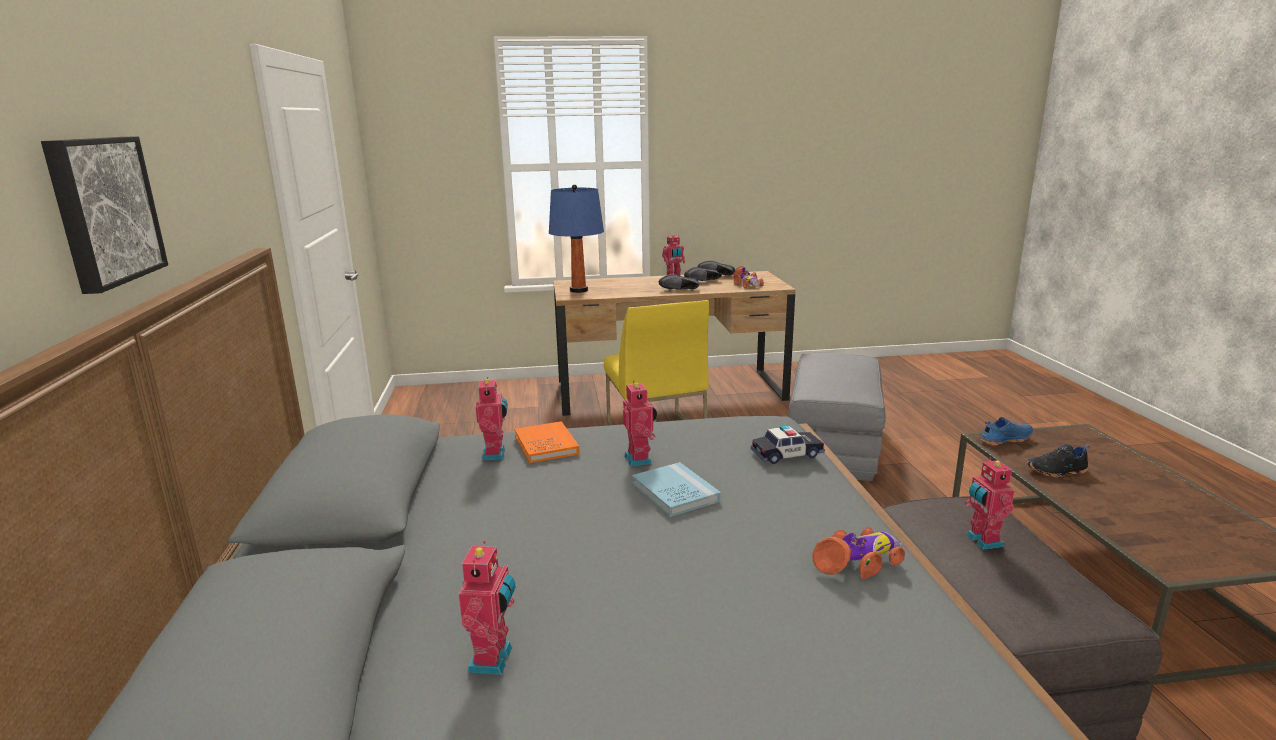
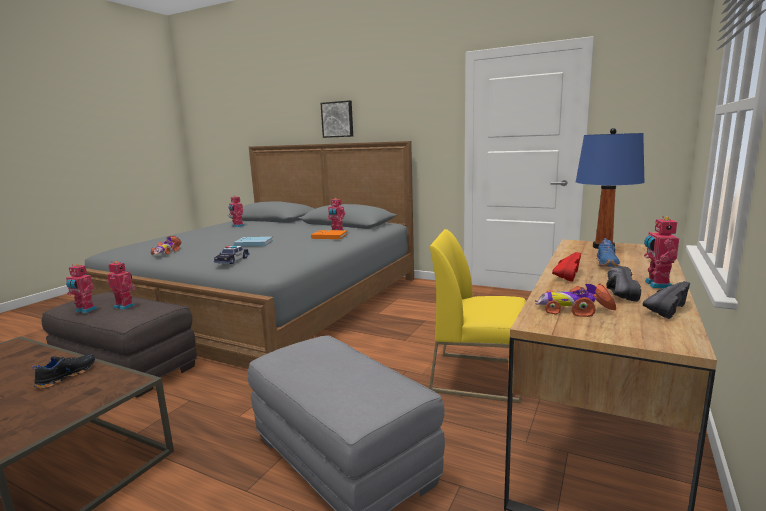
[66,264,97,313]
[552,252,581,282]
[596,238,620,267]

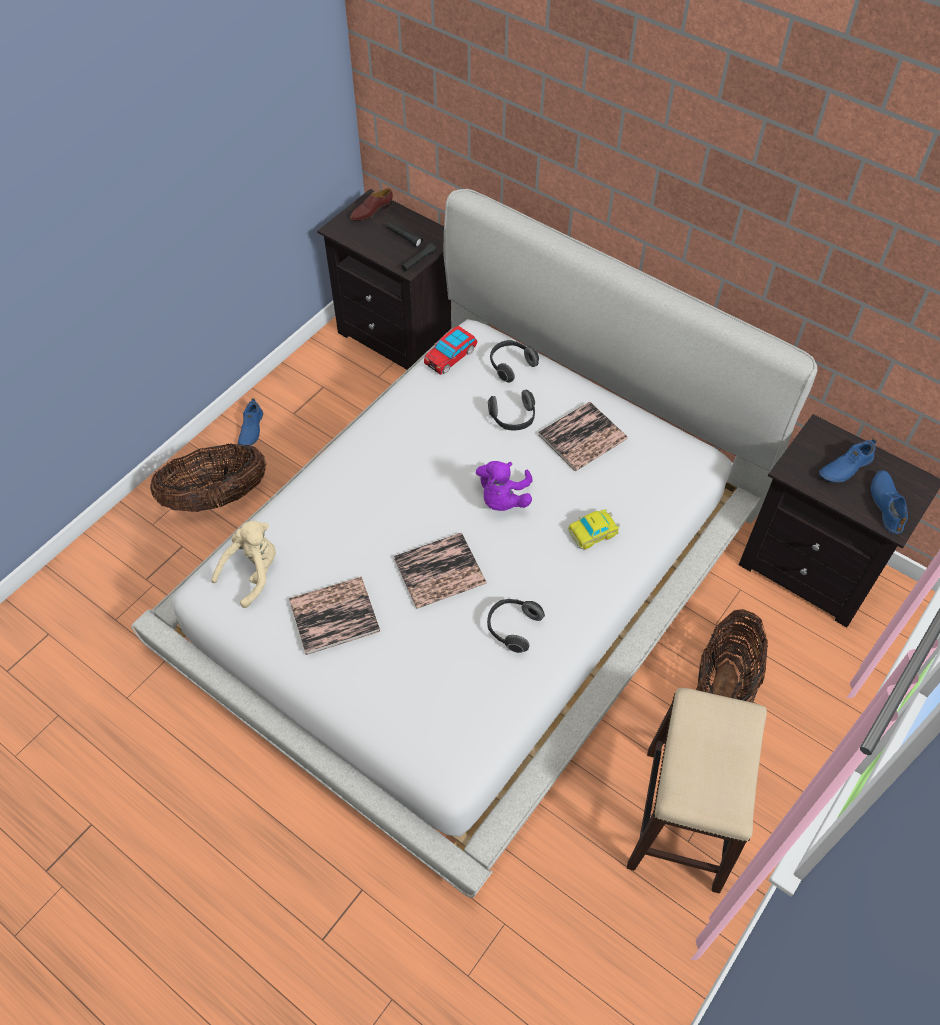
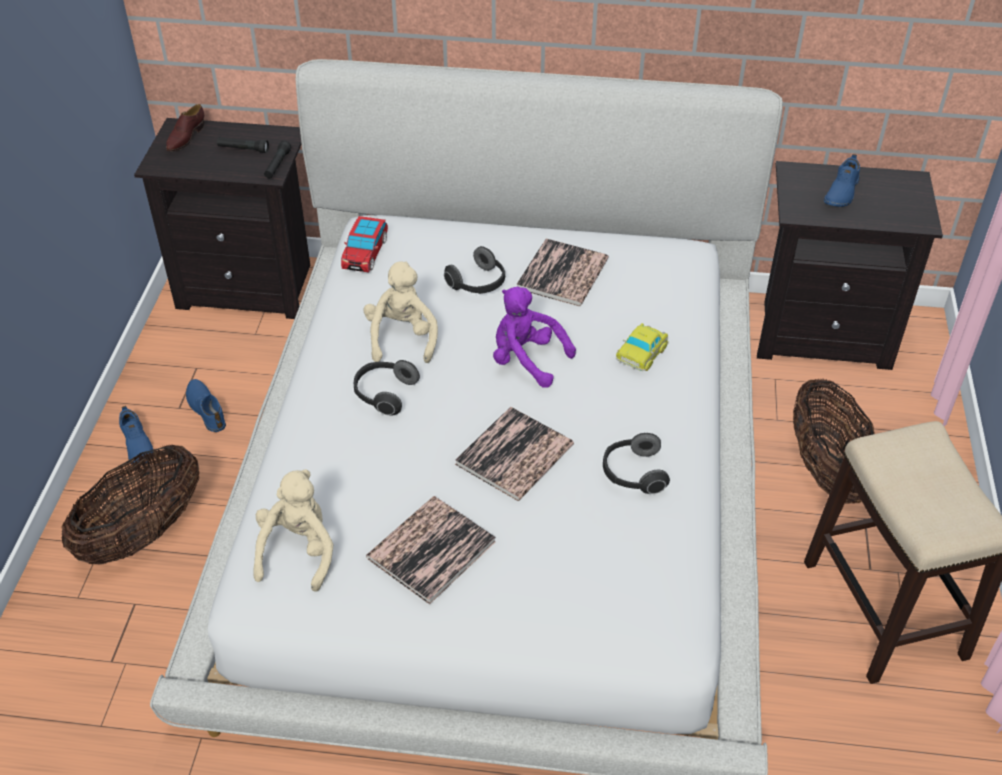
[186,379,226,432]
[354,360,420,415]
[363,261,438,363]
[493,286,576,388]

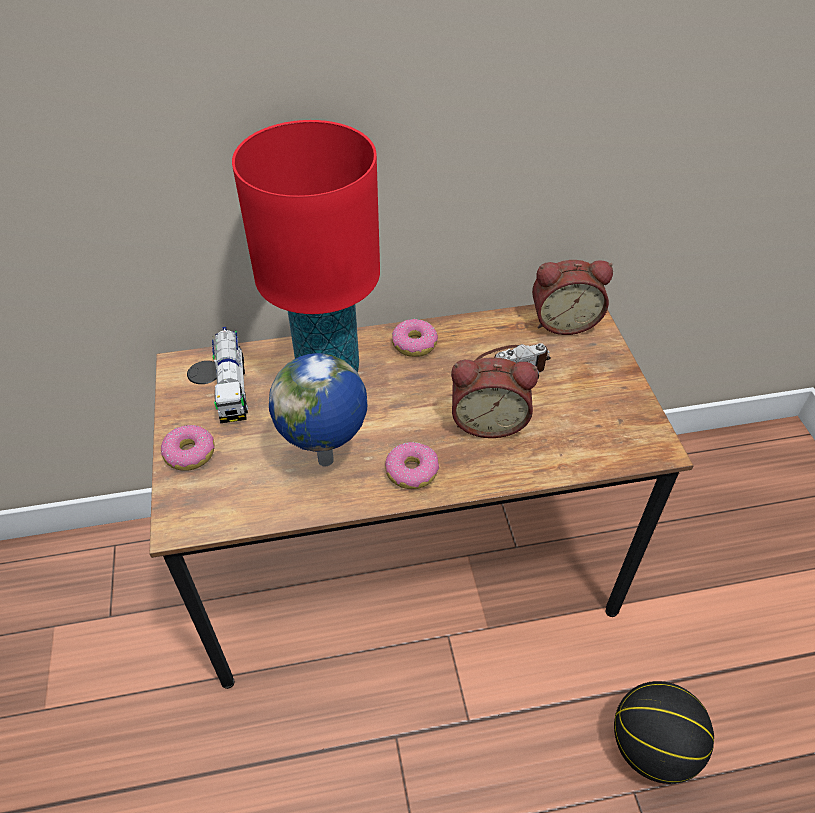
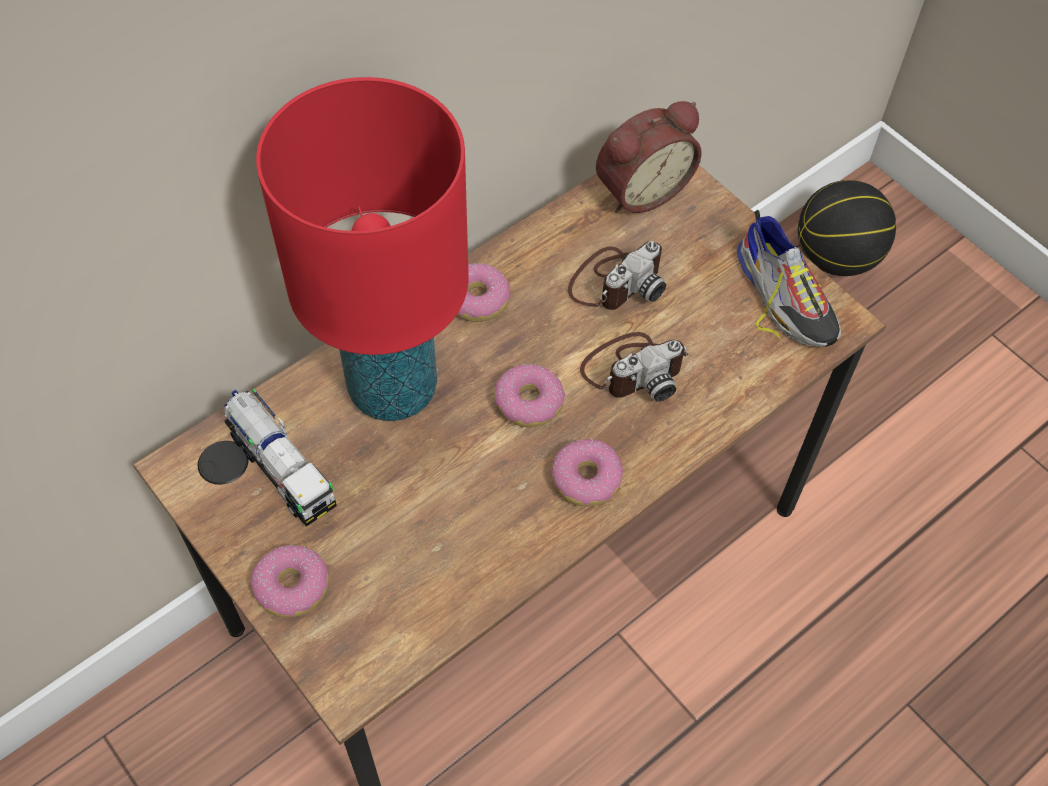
[494,363,565,428]
[580,332,688,402]
[737,210,841,347]
[798,180,896,276]
[269,353,367,466] (first image)

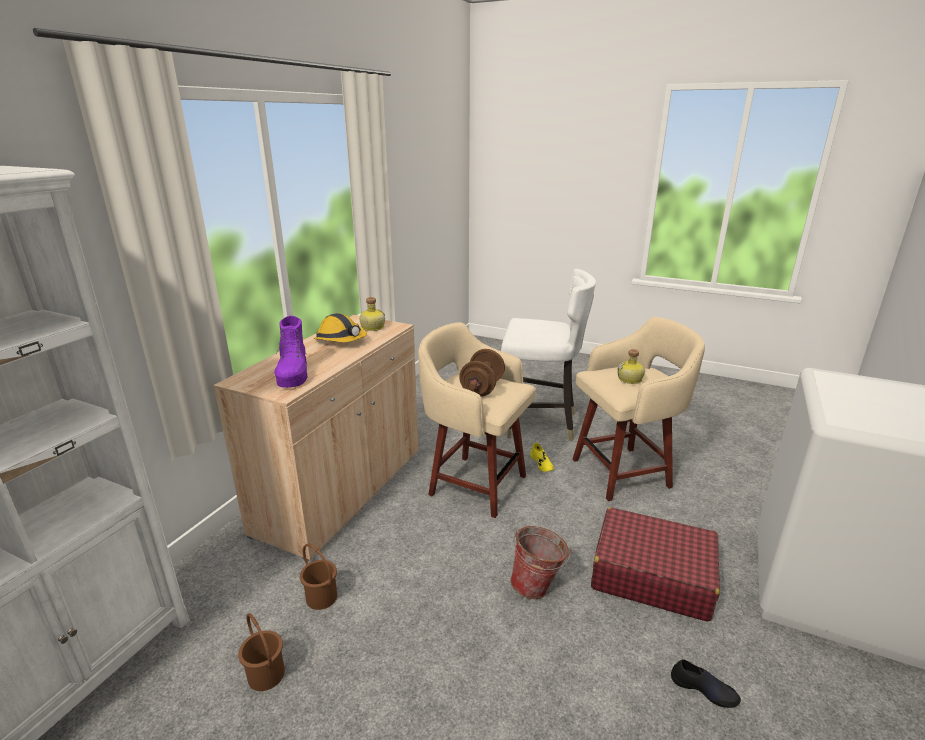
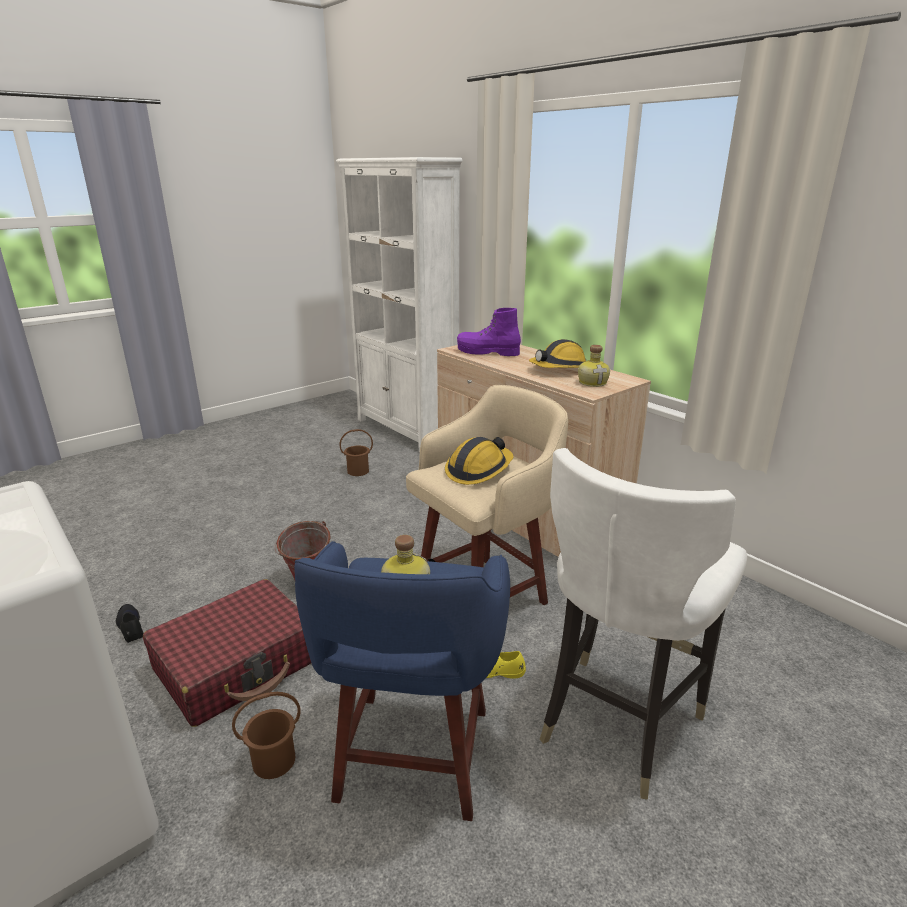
[116,604,143,643]
[232,692,300,779]
[294,541,510,821]
[445,437,514,485]

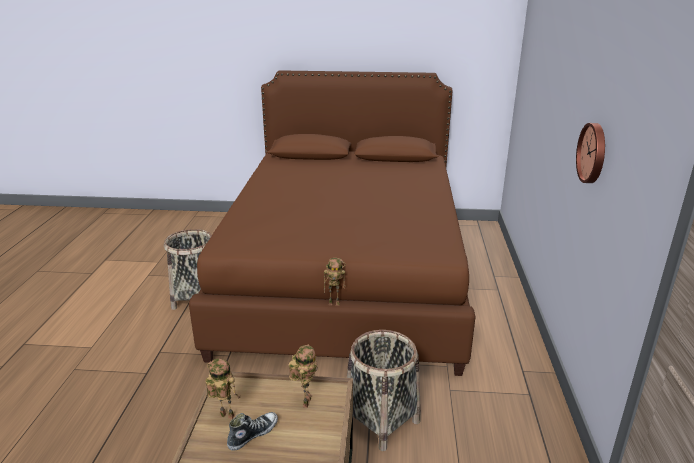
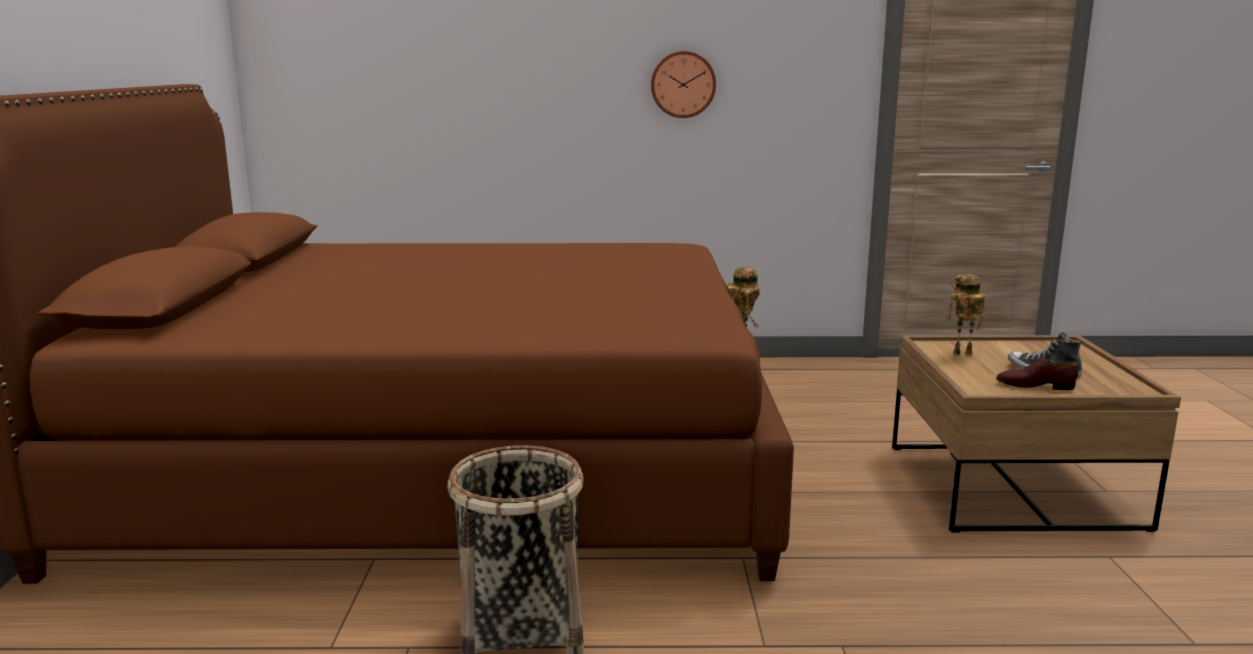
[996,358,1078,390]
[347,330,421,451] (first image)

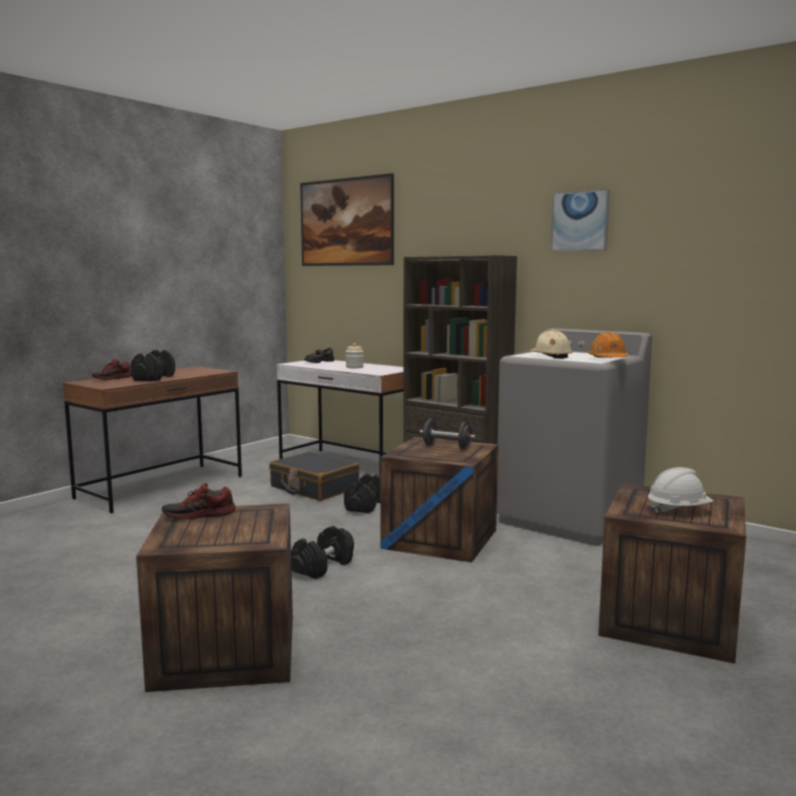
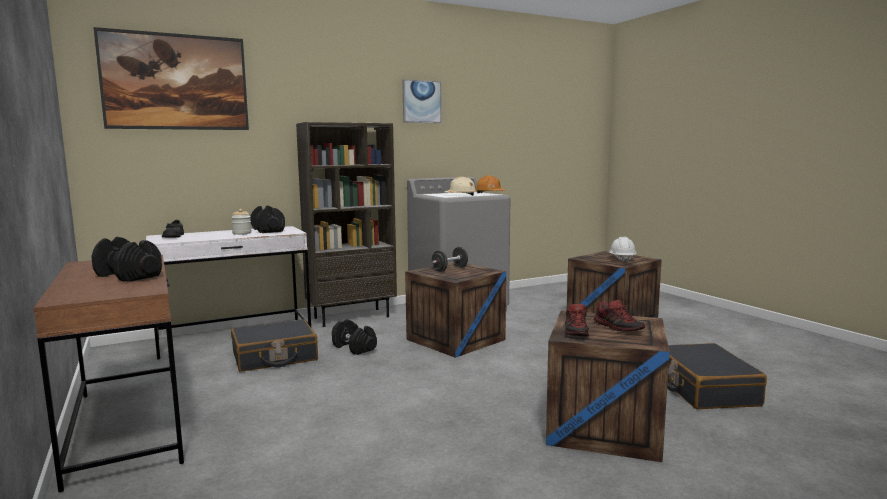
[250,206,285,233]
[594,300,645,332]
[667,343,767,409]

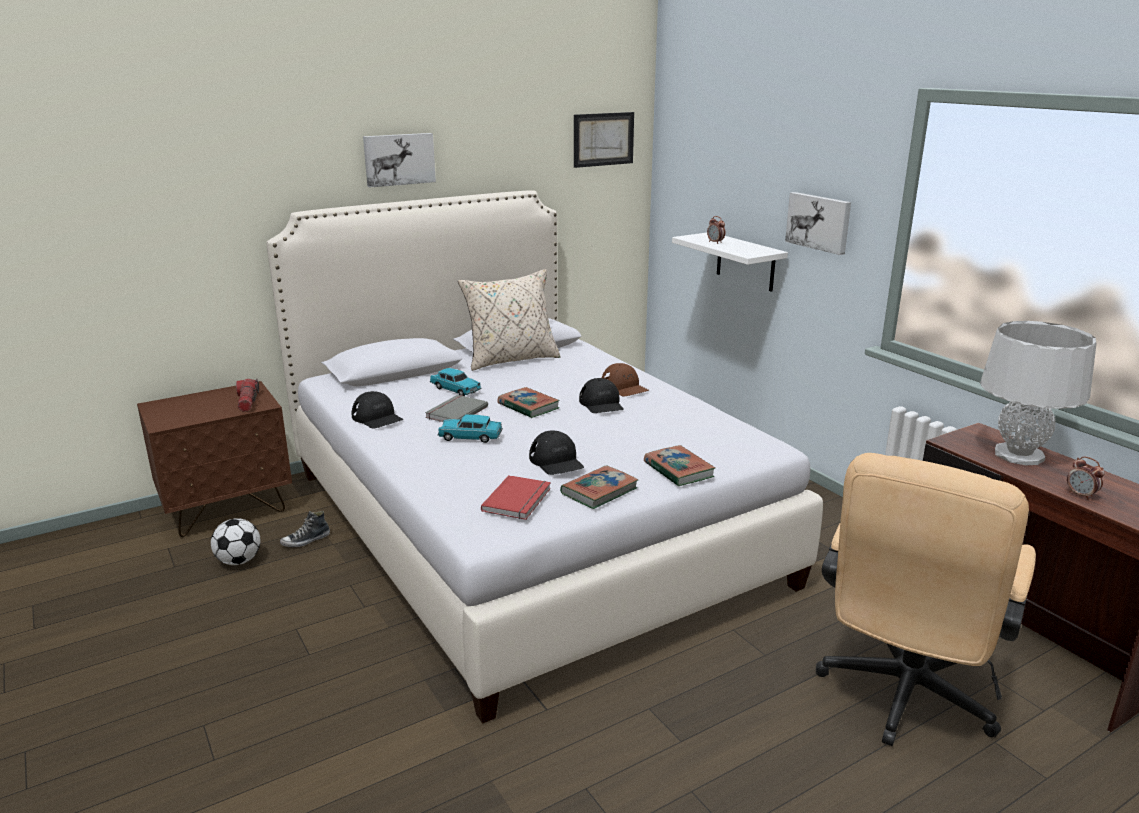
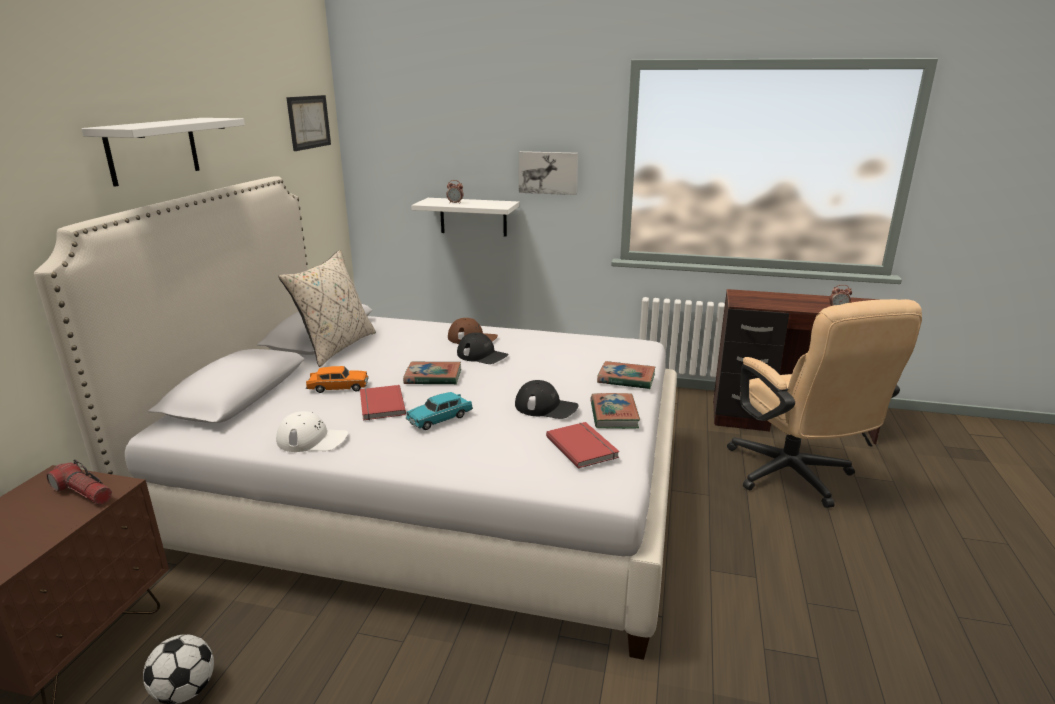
[81,118,245,187]
[276,411,348,452]
[306,366,369,393]
[360,385,406,420]
[280,511,330,547] (first image)
[980,321,1097,465] (first image)

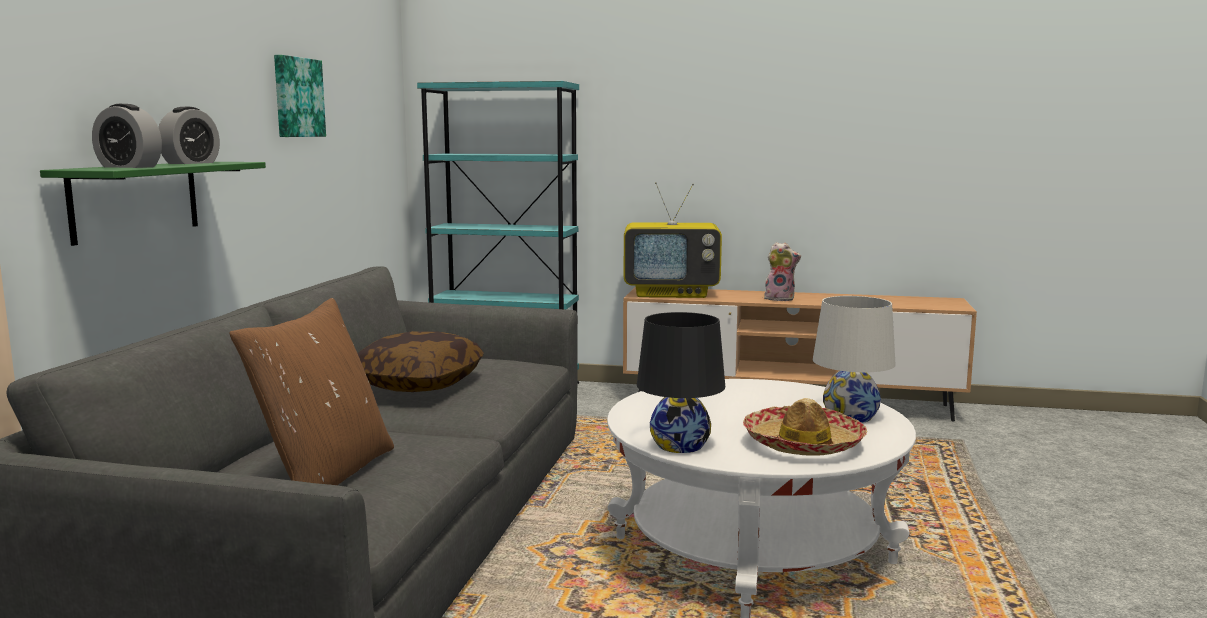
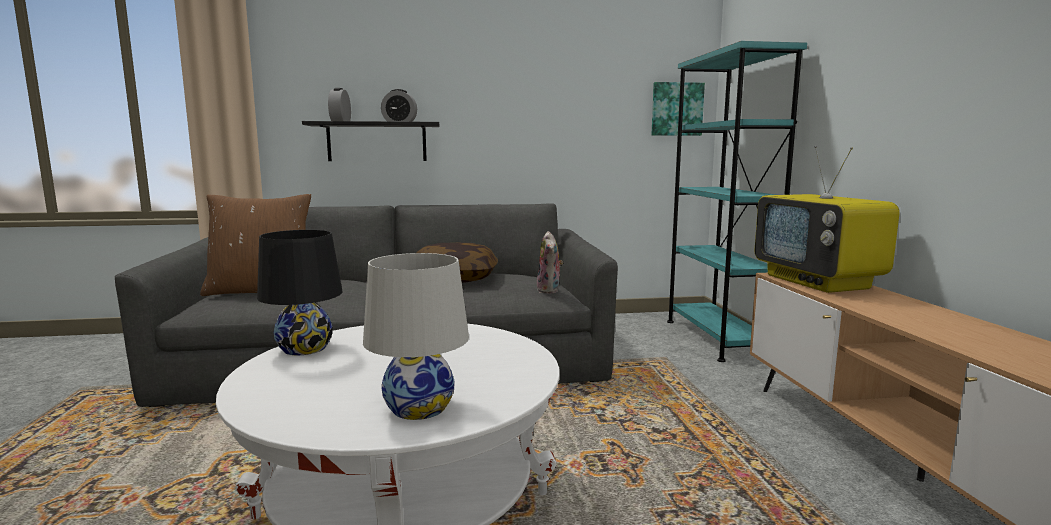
[302,121,439,161]
[537,231,563,293]
[652,82,705,136]
[743,398,867,456] (first image)

